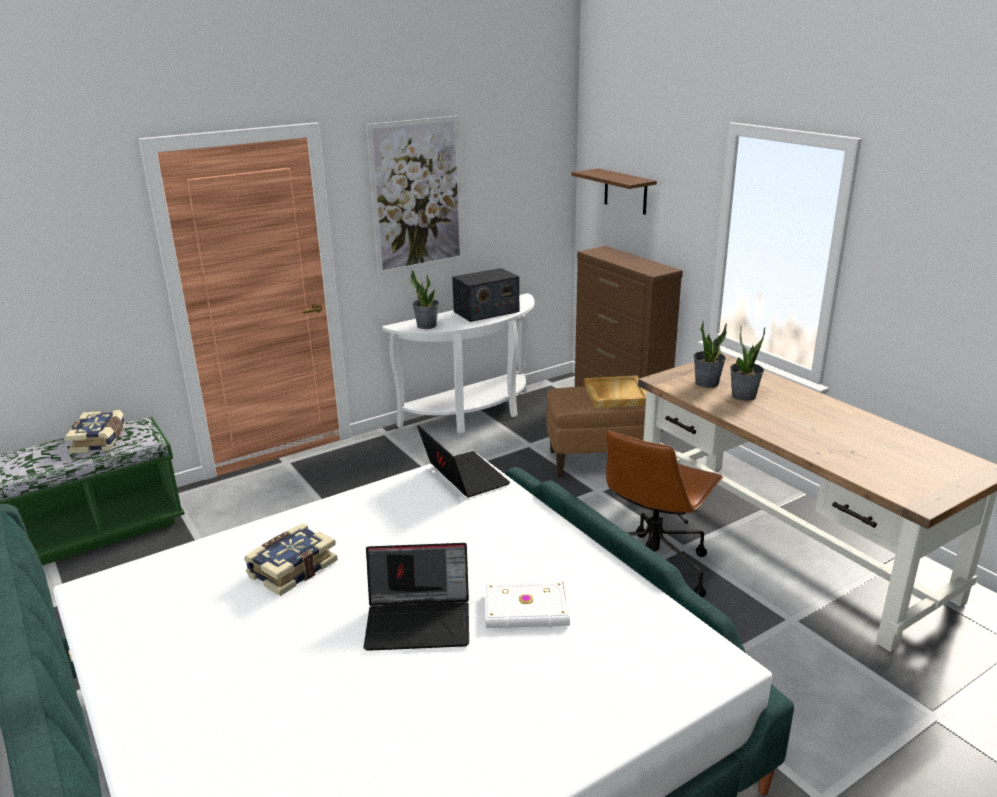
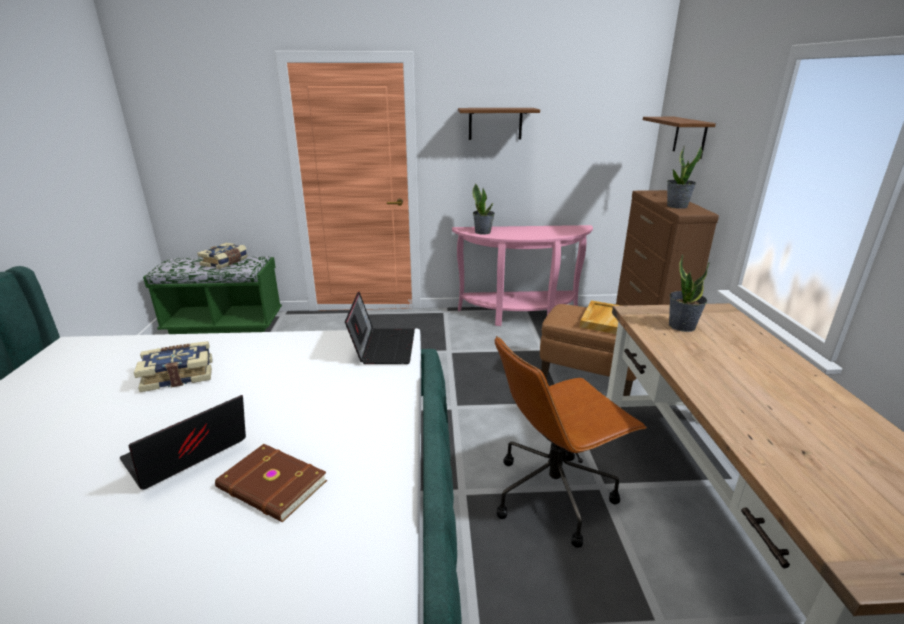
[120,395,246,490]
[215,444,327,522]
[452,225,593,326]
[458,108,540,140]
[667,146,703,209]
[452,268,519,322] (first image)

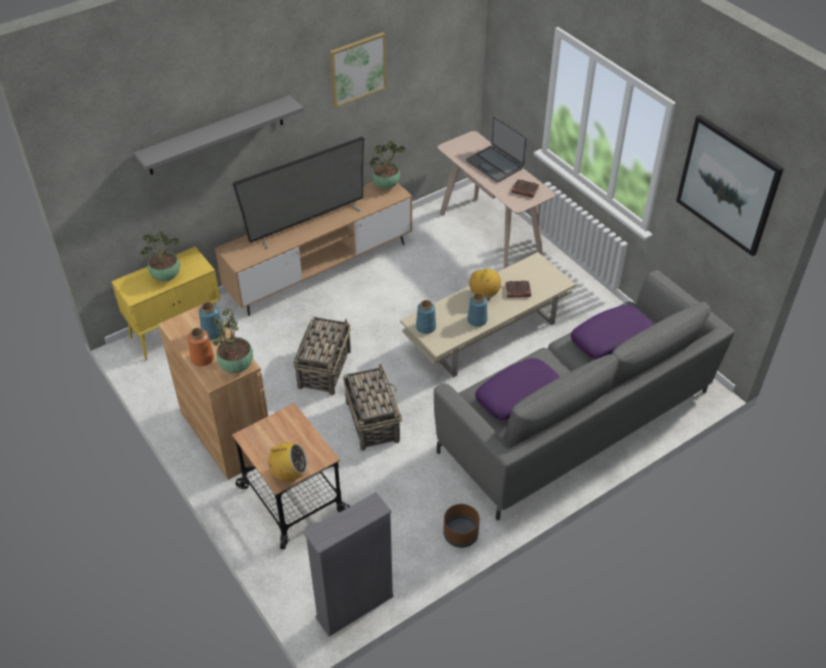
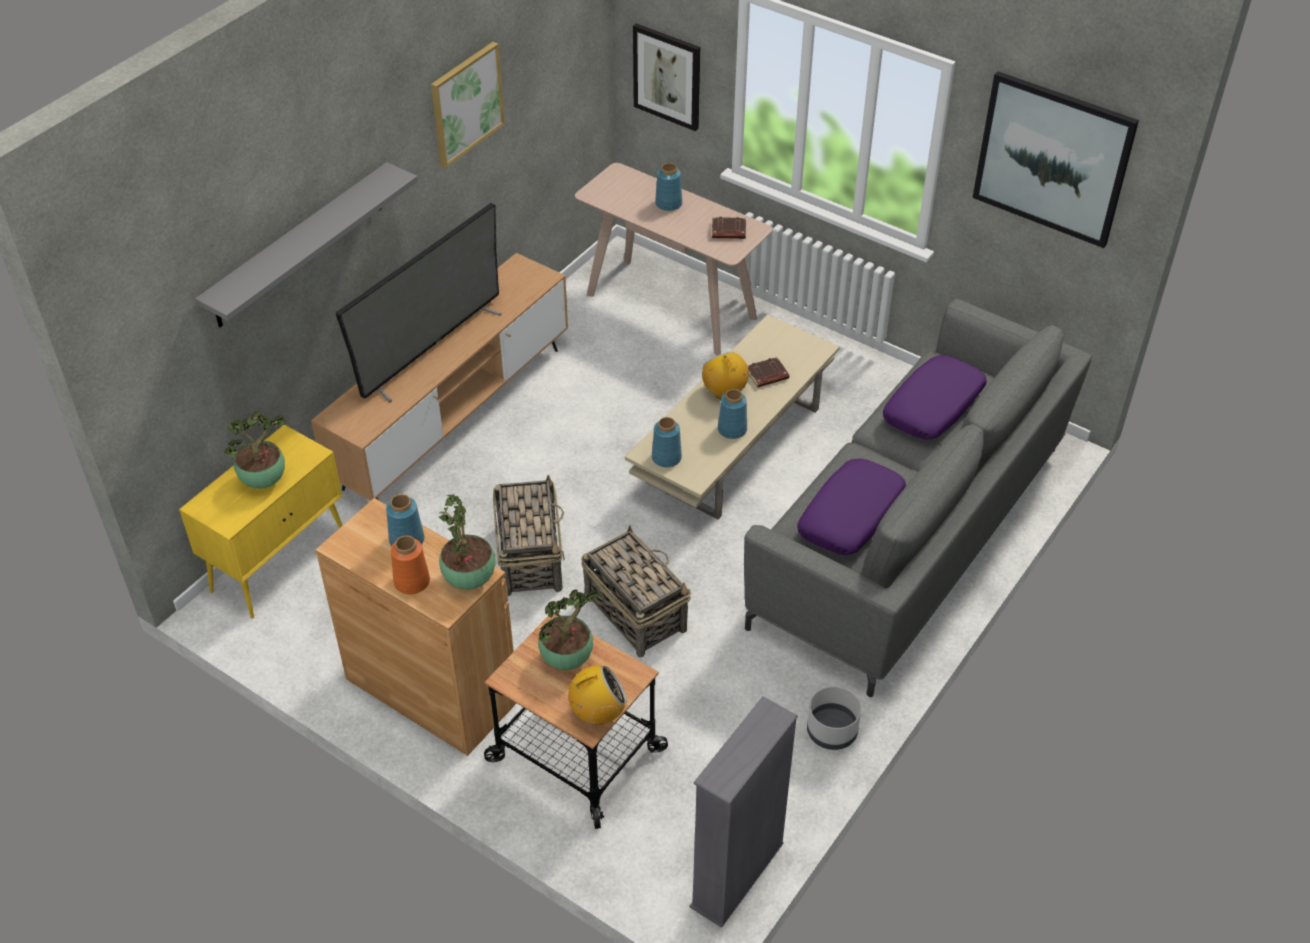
[538,589,602,670]
[633,23,700,131]
[655,163,682,211]
[807,686,861,750]

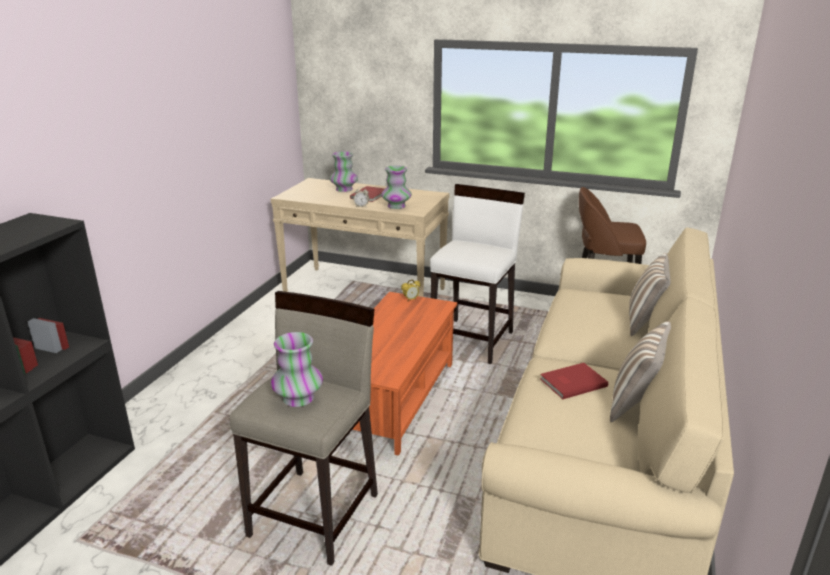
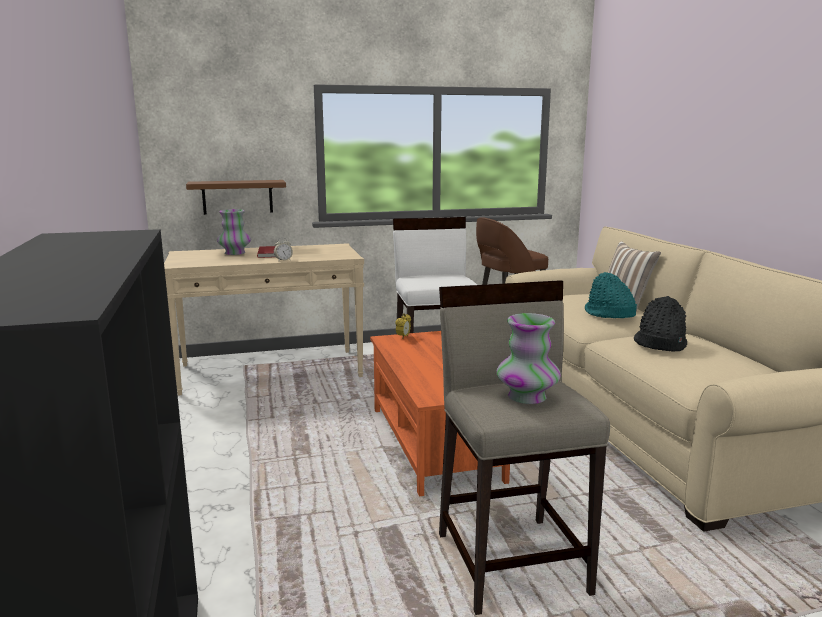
[186,180,286,215]
[585,272,637,318]
[634,296,687,352]
[381,165,412,209] (first image)
[610,321,671,422] (first image)

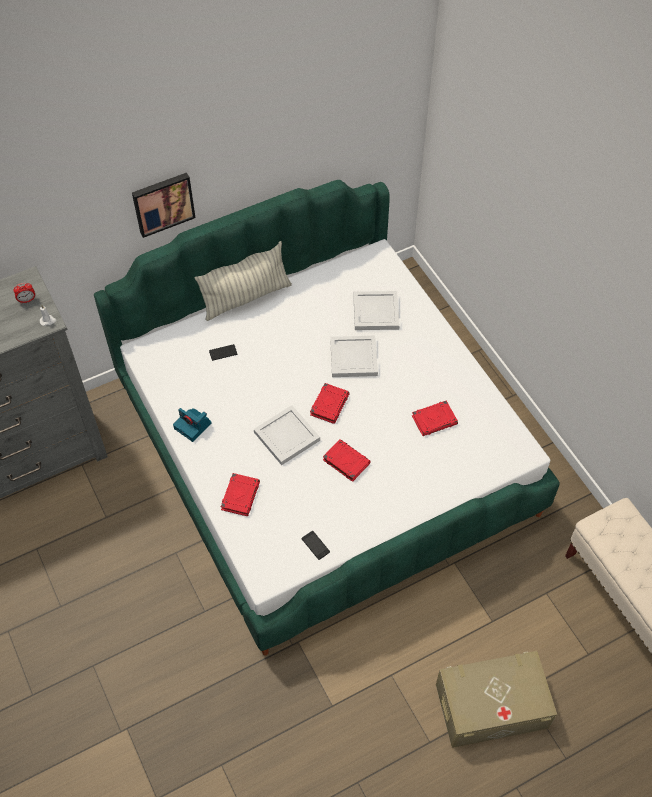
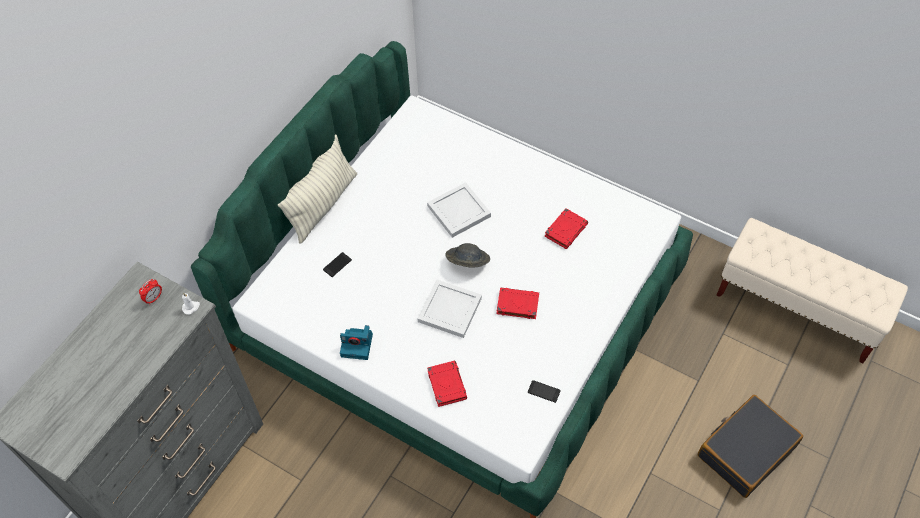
[446,243,490,268]
[698,395,803,498]
[132,173,196,238] (first image)
[353,291,400,330] (first image)

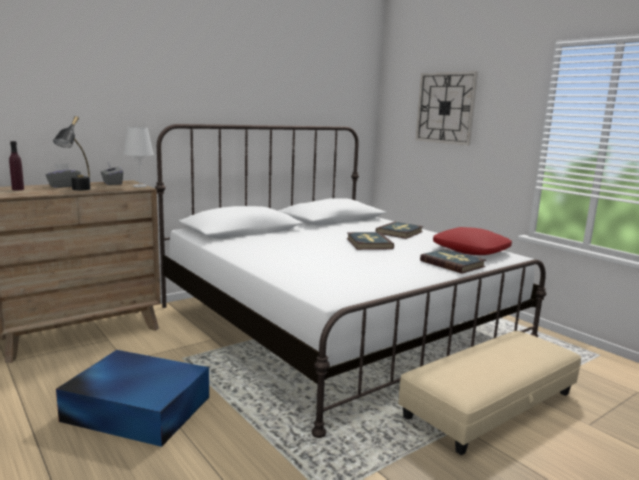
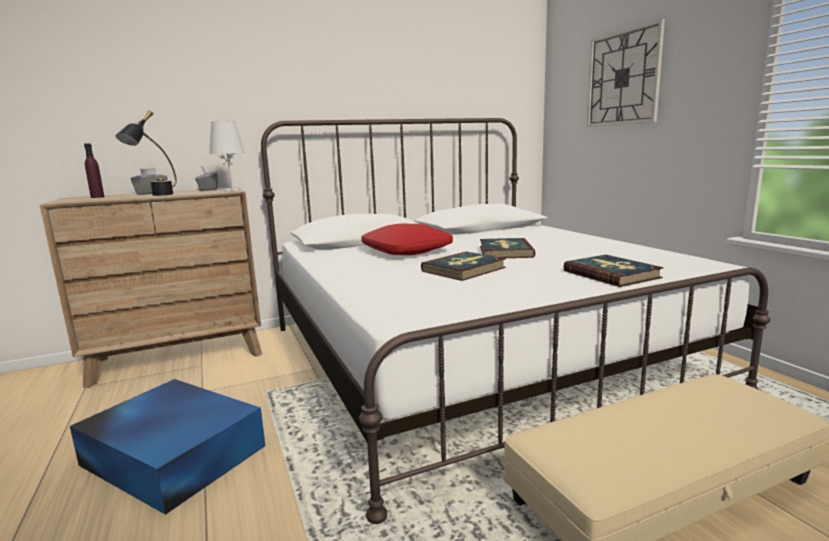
[361,224,453,255]
[421,252,506,281]

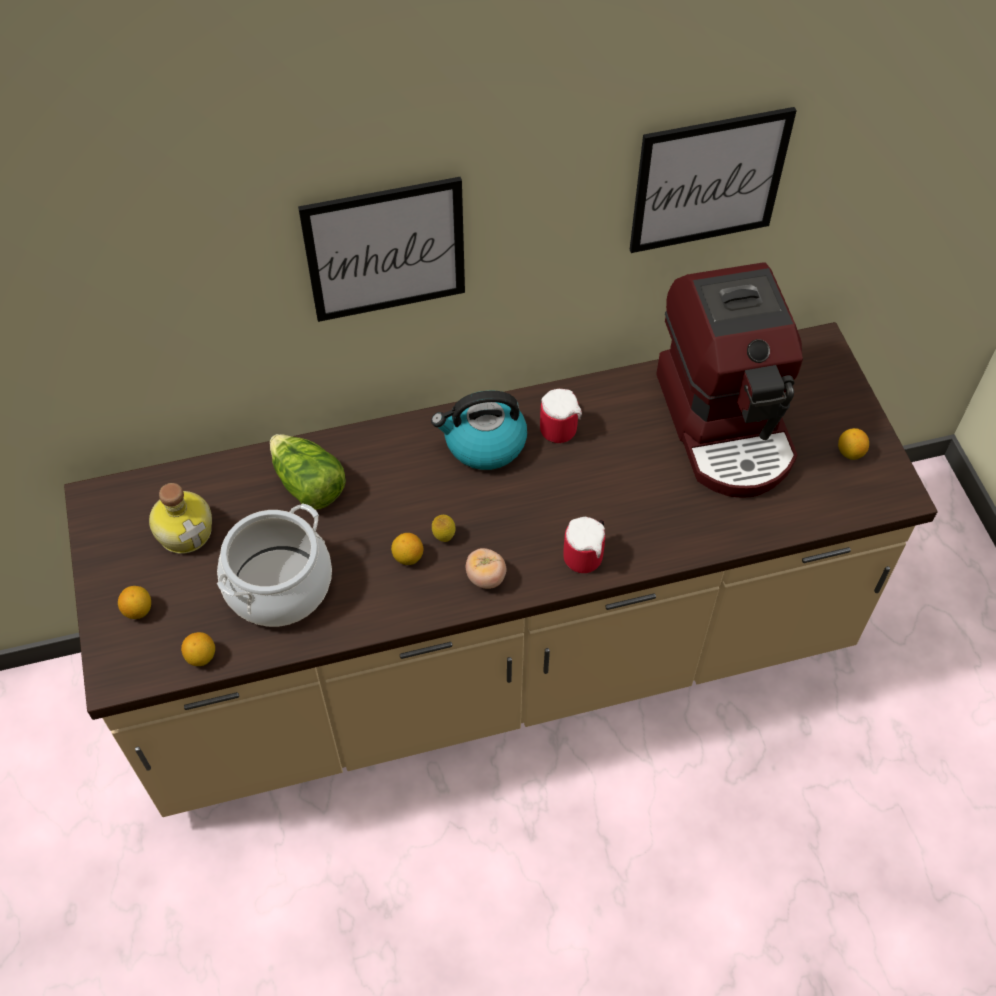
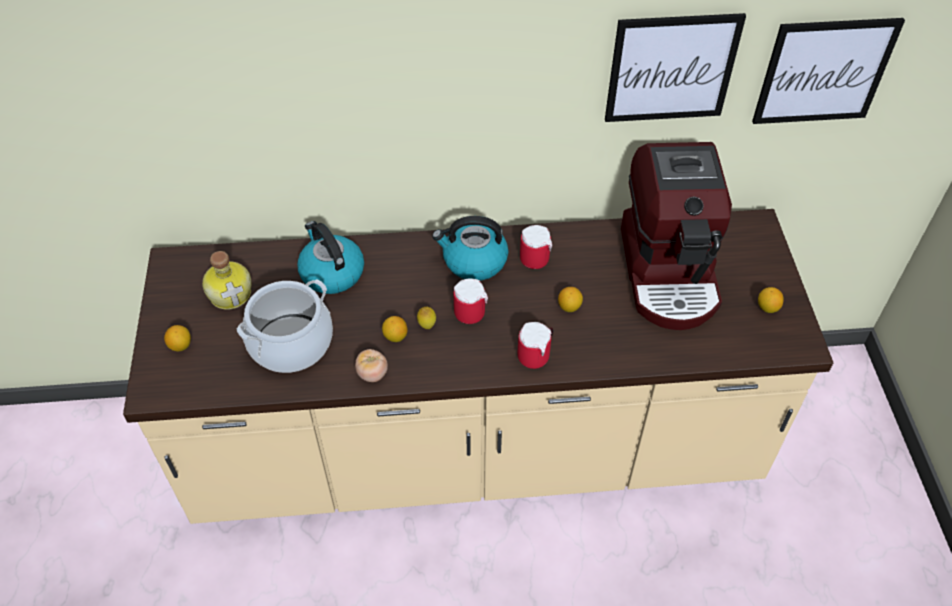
[297,221,364,294]
[355,349,388,382]
[454,278,488,324]
[558,287,583,312]
[752,18,905,124]

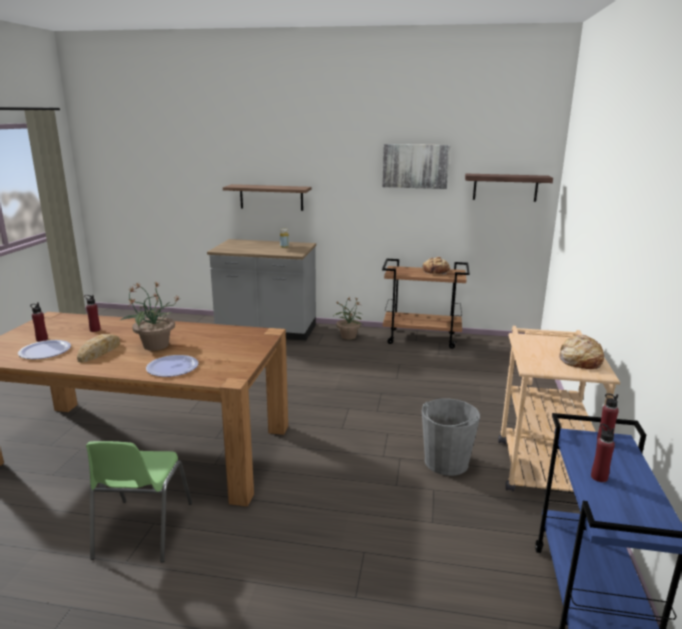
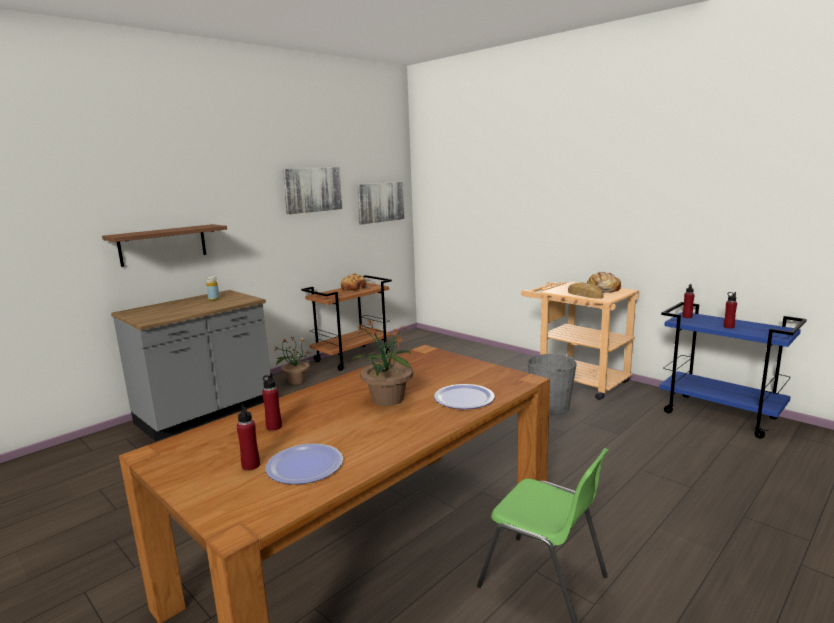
[357,182,405,224]
[568,282,604,299]

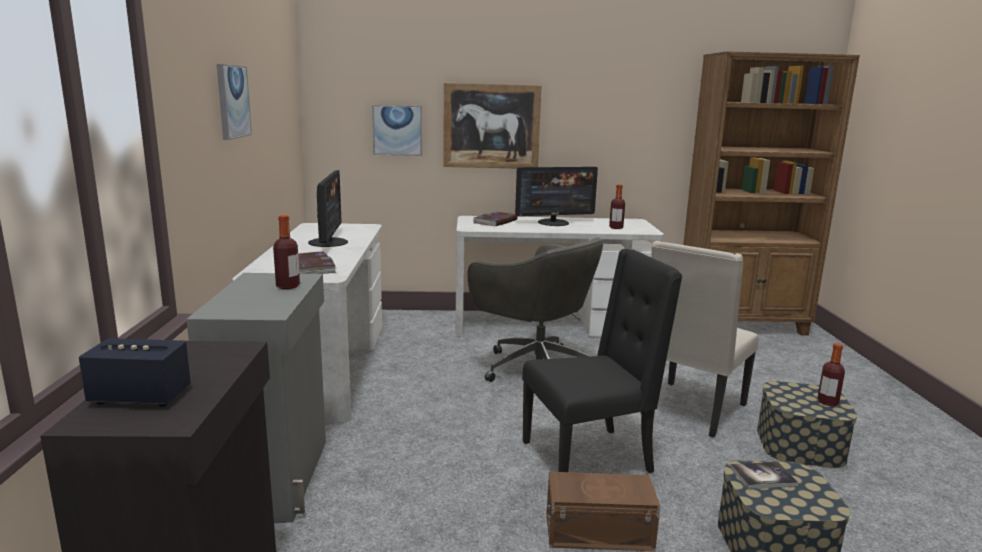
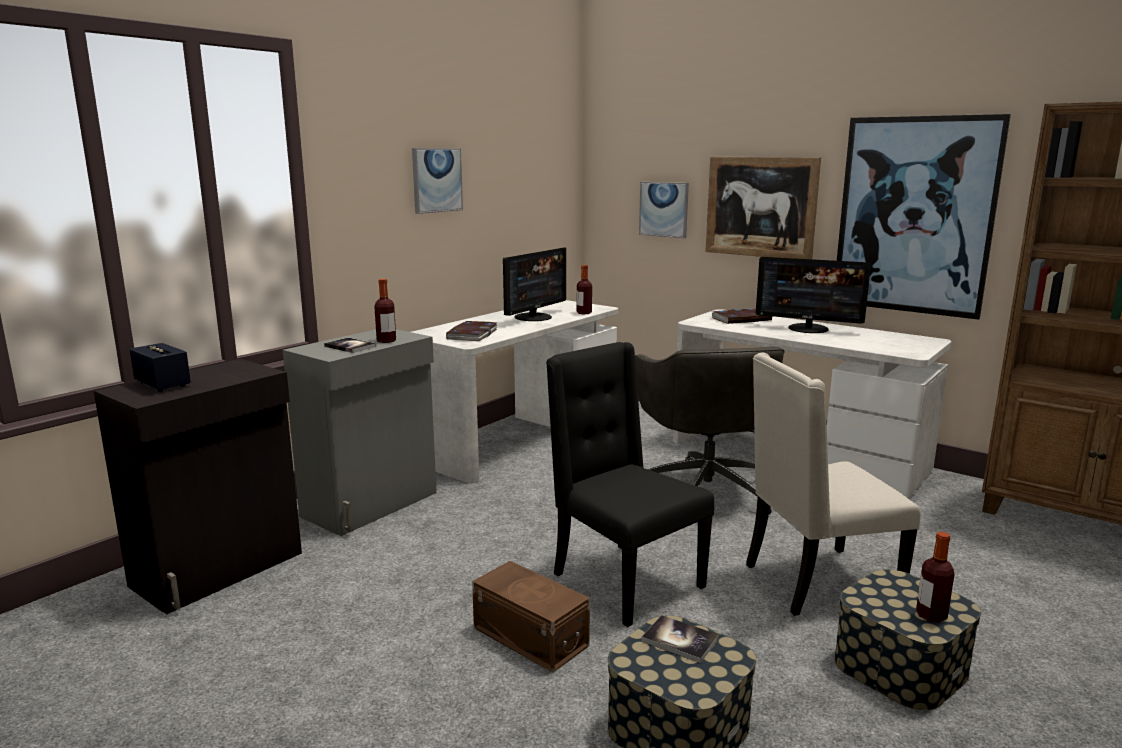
[324,338,376,353]
[546,342,714,627]
[577,265,592,314]
[837,114,1011,320]

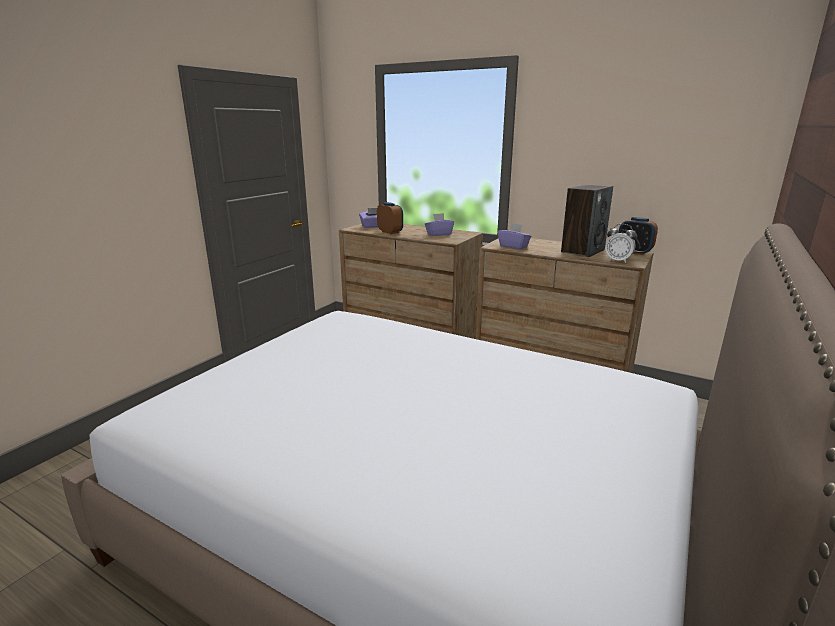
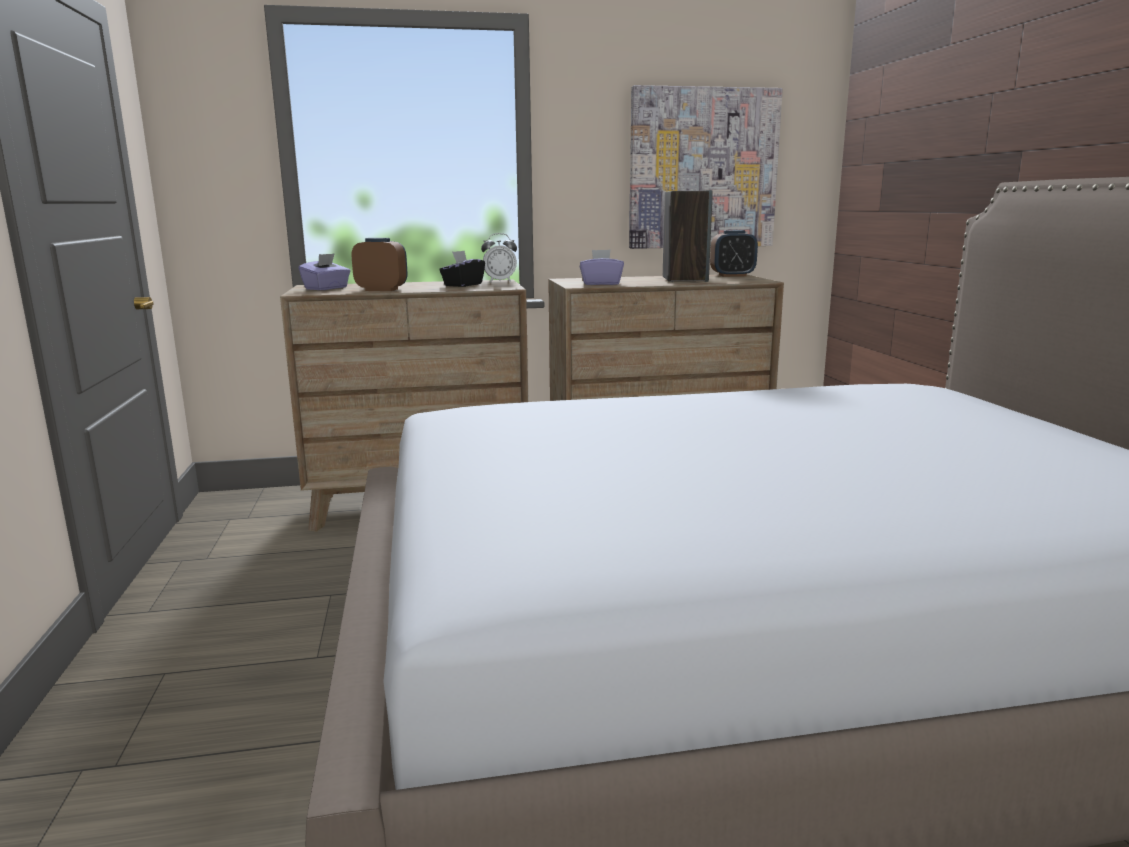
[439,251,485,287]
[481,233,517,282]
[629,85,783,249]

